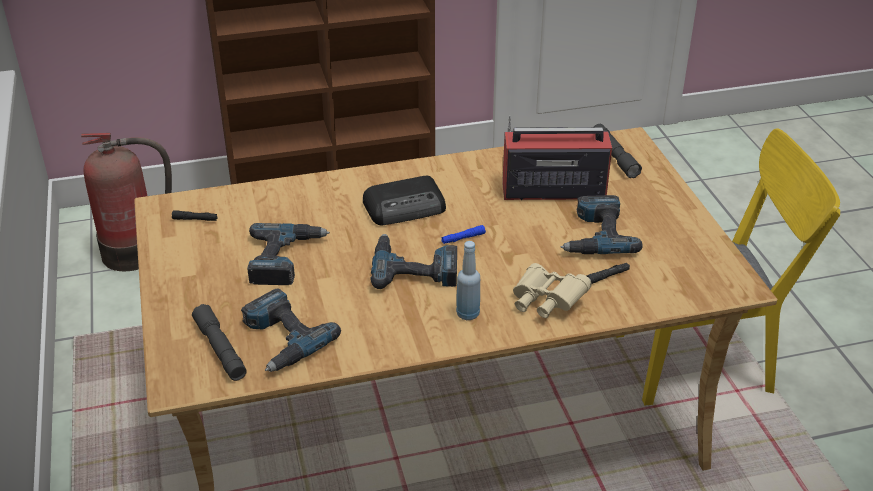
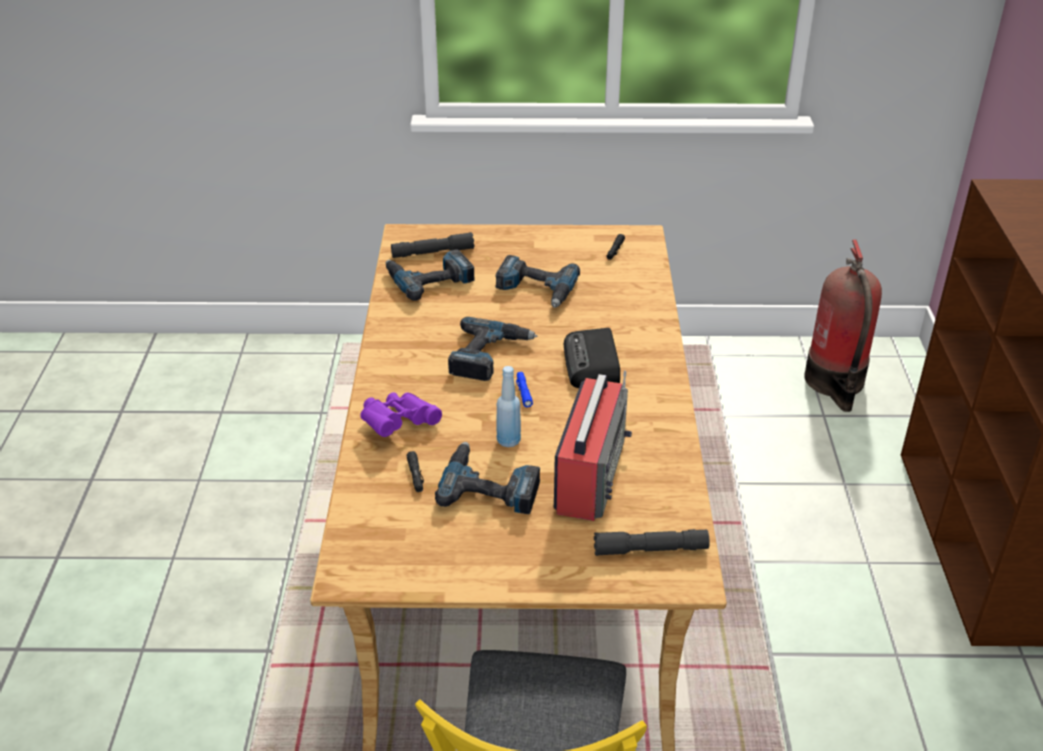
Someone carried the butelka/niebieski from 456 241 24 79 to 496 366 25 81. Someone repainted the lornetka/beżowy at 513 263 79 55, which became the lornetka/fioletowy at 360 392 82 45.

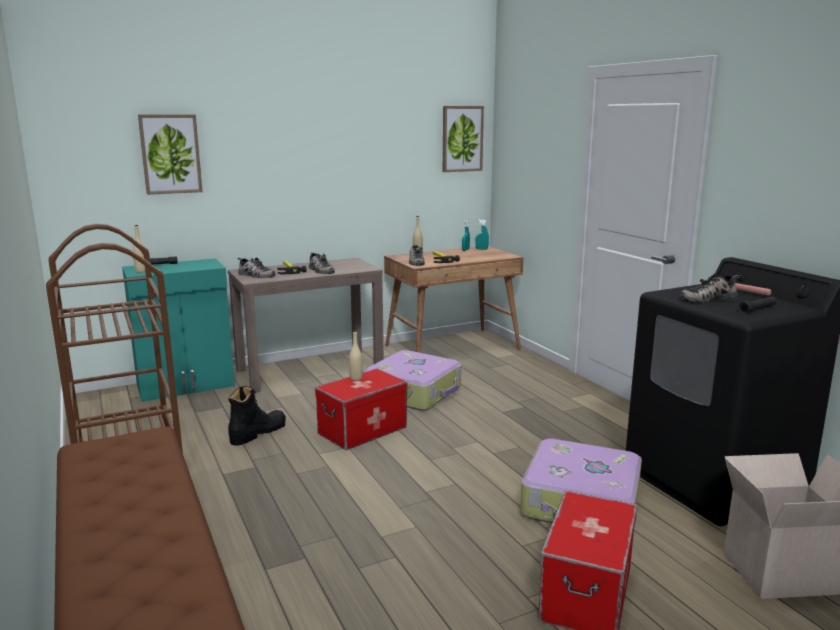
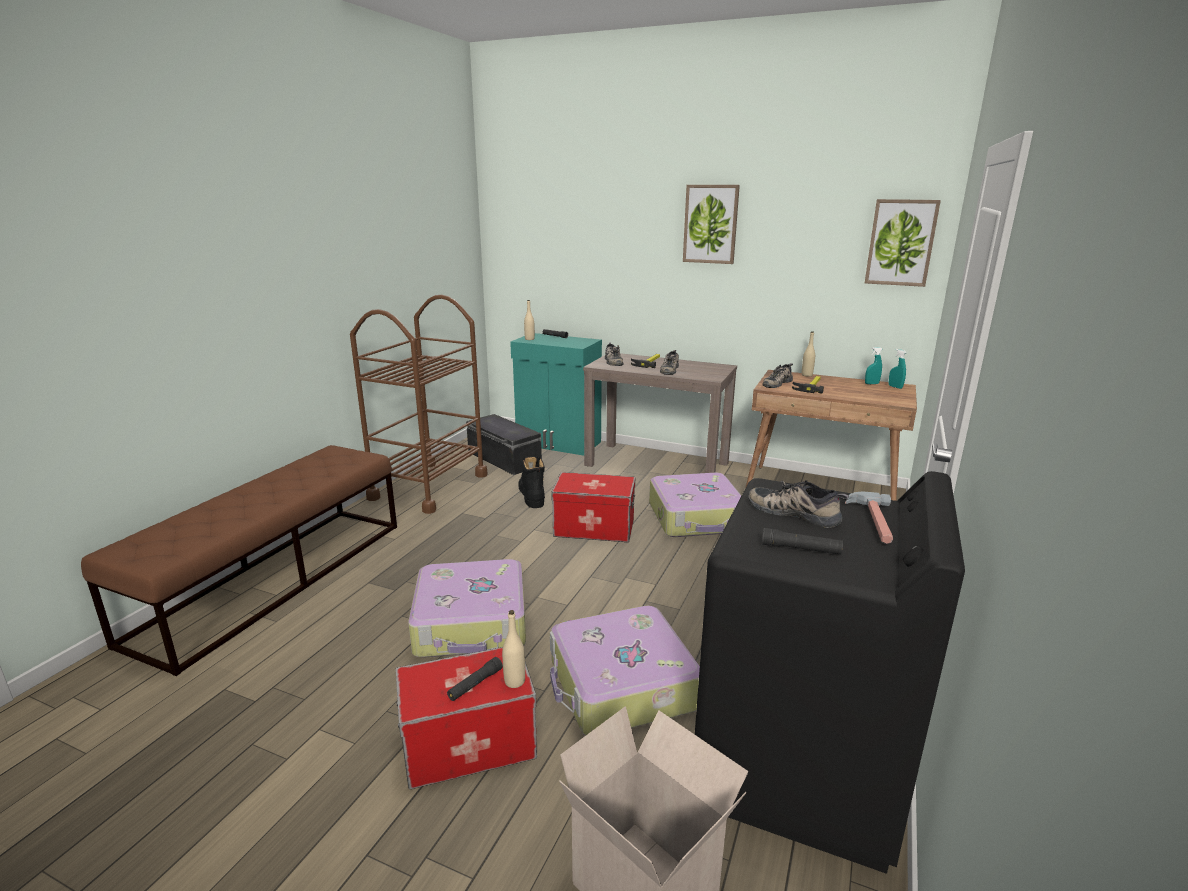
Someone carried the obraz from 138 115 65 80 to 683 185 57 79. Someone rotated the but z cholewką/czarny at 228 386 58 59 by 105 degrees counterclockwise. Someone carried the butelka/beżowy from 349 330 14 50 to 502 610 23 78. Someone put down the walizka at 408 559 118 98. Someone put down the latarka/czarny at 447 657 56 44. Someone put down the pojemnik do przechowywania/czarny at 466 414 76 61.

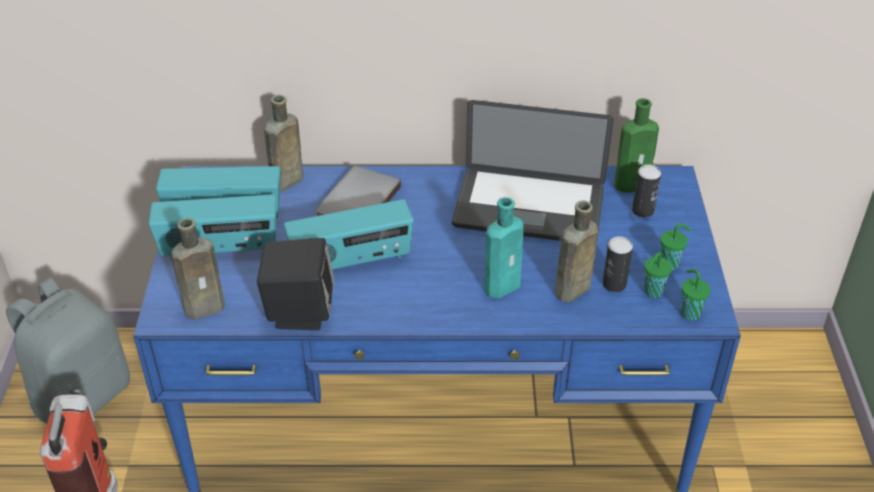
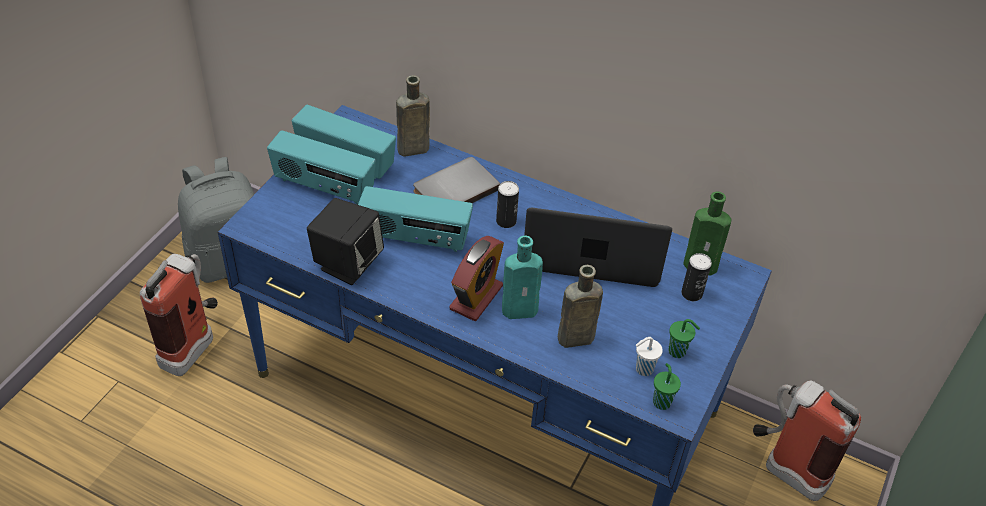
Someone took away the butelka/brązowy at 171 218 54 102. Someone rotated the laptop at 452 100 162 141 by 150 degrees clockwise. Someone carried the puszka from 603 236 30 56 to 496 181 23 47. Someone repainted the filiżanka/zielony at 644 252 28 46, which became the filiżanka/biały at 636 337 27 39. Someone put down the budzik at 449 236 55 85. Someone put down the gaśnica at 753 380 108 121.

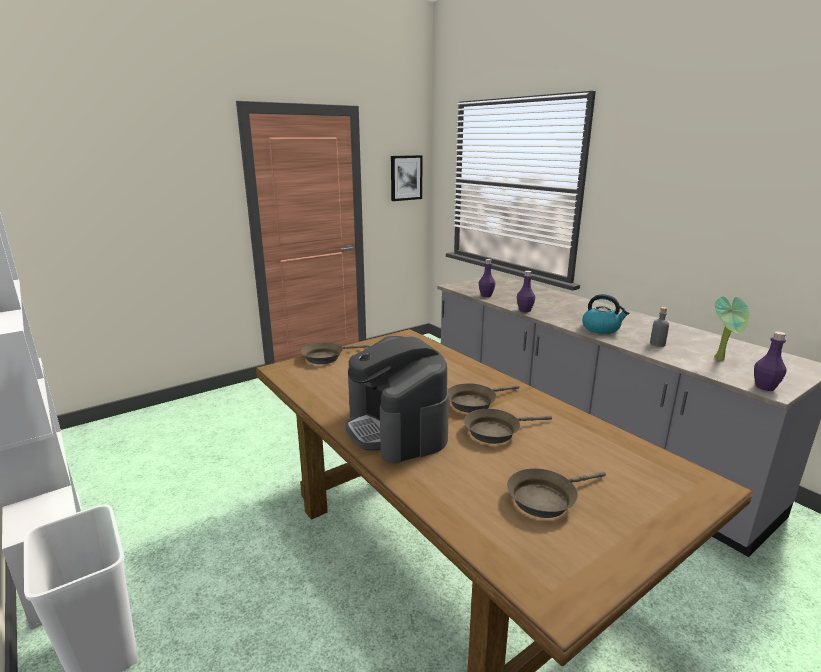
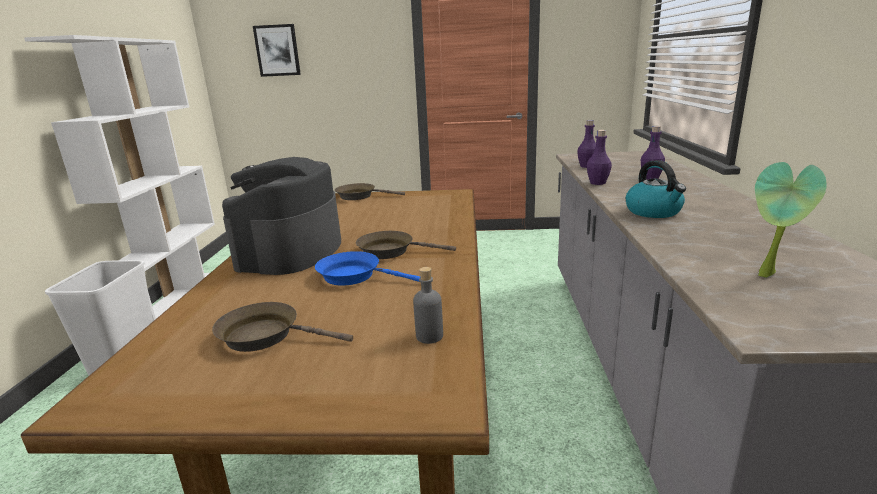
Someone carried the obraz from 391 155 32 46 to 253 24 48 53. Someone repainted the patelnia/brązowy at 464 409 88 35, which became the patelnia/niebieski at 315 251 105 35. Someone carried the butelka/szary from 650 307 19 40 to 413 267 30 77. Someone carried the butelka/fioletowy from 754 332 33 59 to 641 126 24 54.

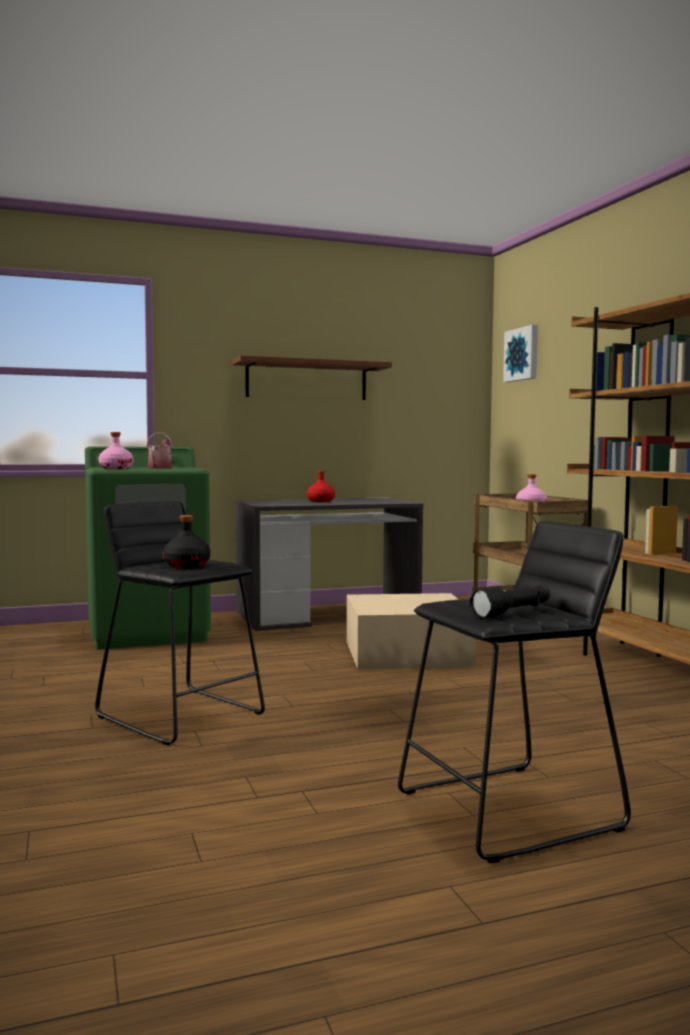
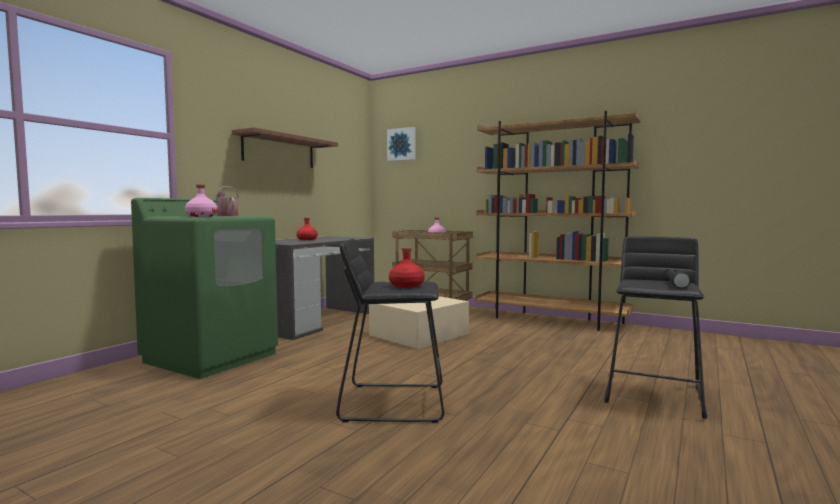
Someone repainted the butelka/czarny at 163 515 48 53, which became the butelka/czerwony at 389 247 36 41.

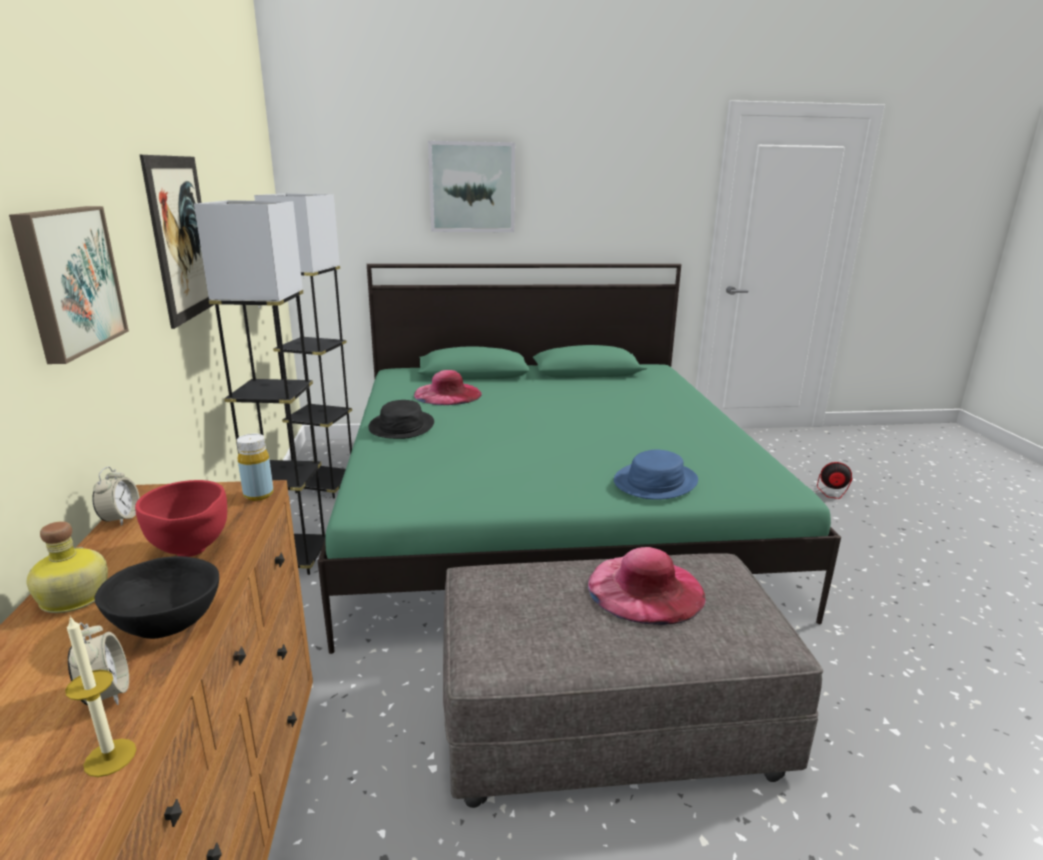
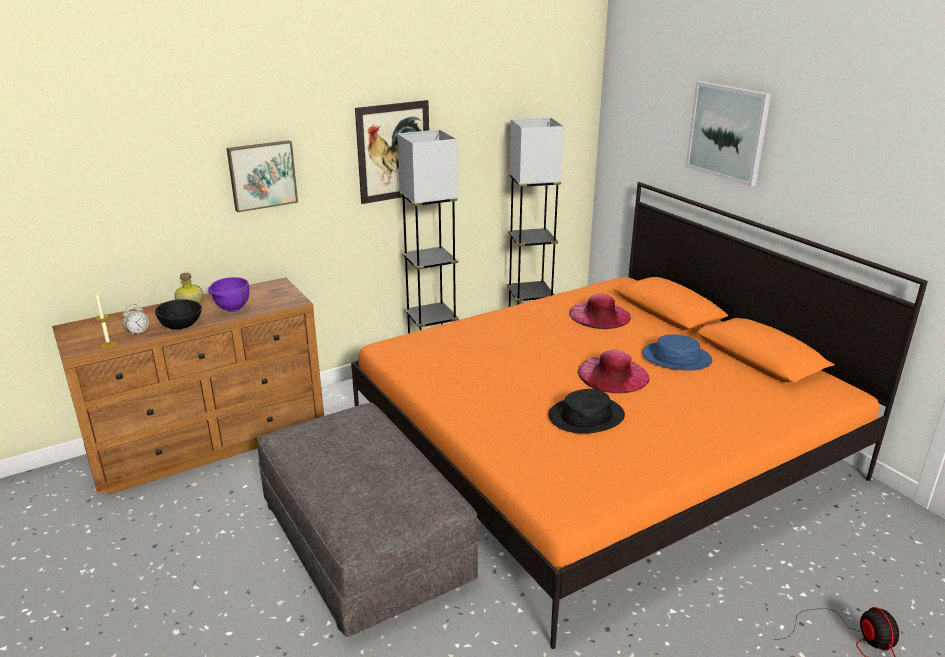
Someone took away the budzik at 92 466 48 60. Someone repainted the miska/czerwony at 135 480 92 77, which became the miska/fioletowy at 208 277 41 35. Someone took away the butelka/żółty at 237 434 37 67. Someone repainted the łóżko/zielony at 318 264 523 390, which became the łóżko/pomarańczowy at 351 182 577 467. Someone carried the kapelusz/czarny from 368 400 66 39 to 548 389 77 45. Someone carried the kapelusz/różowy from 588 547 118 78 to 577 350 73 44. Someone carried the kapelusz/niebieski from 614 449 84 51 to 642 335 70 36.

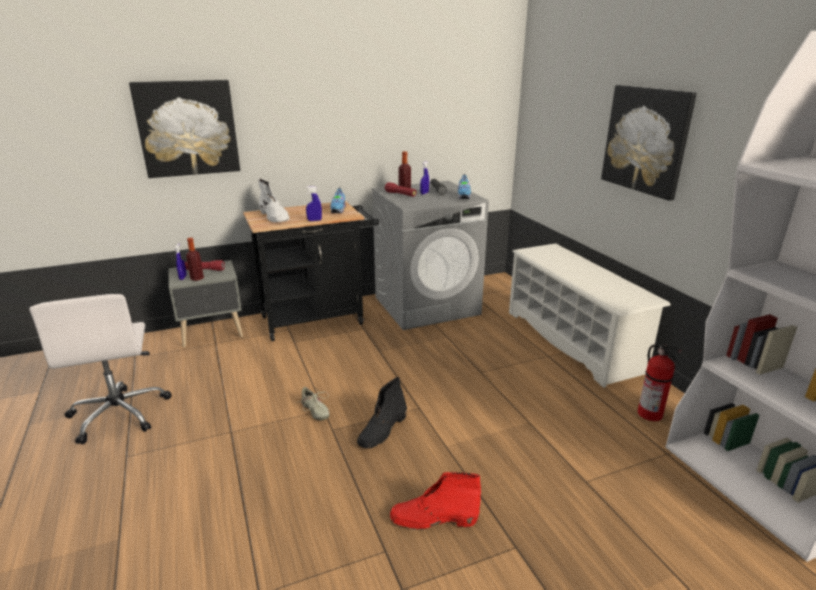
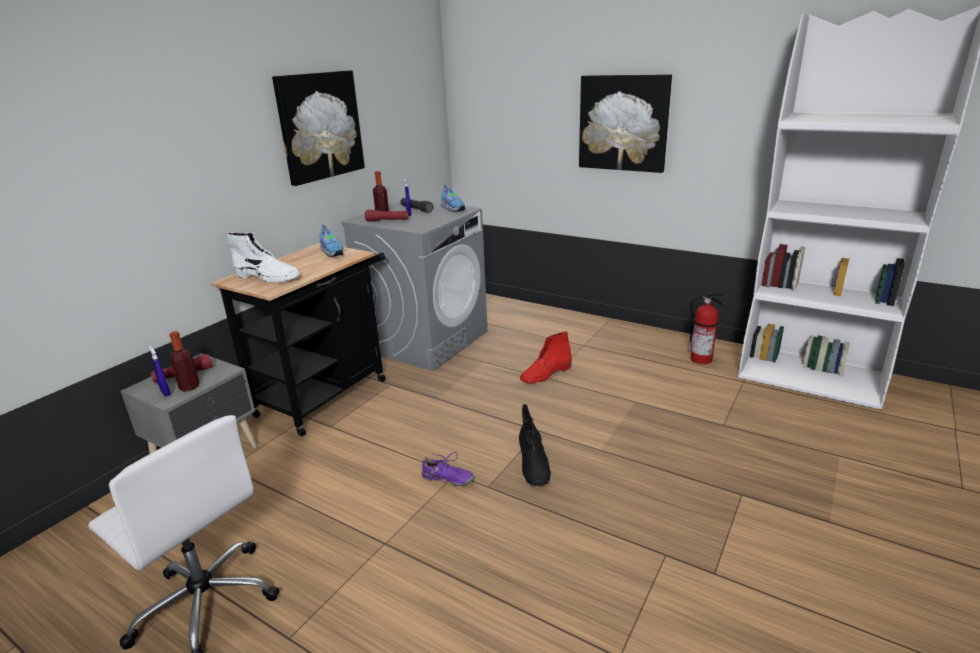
Someone carried the obraz from 129 80 111 98 to 272 70 93 116. Someone repainted the but/beżowy at 296 387 34 34, which became the but/fioletowy at 422 452 52 34. Someone took away the spryskiwacz/niebieski at 306 186 16 35. Someone carried the but z cholewką/czerwony from 390 472 91 58 to 520 331 52 52. Someone took away the regał na buty/biały at 509 243 162 145.

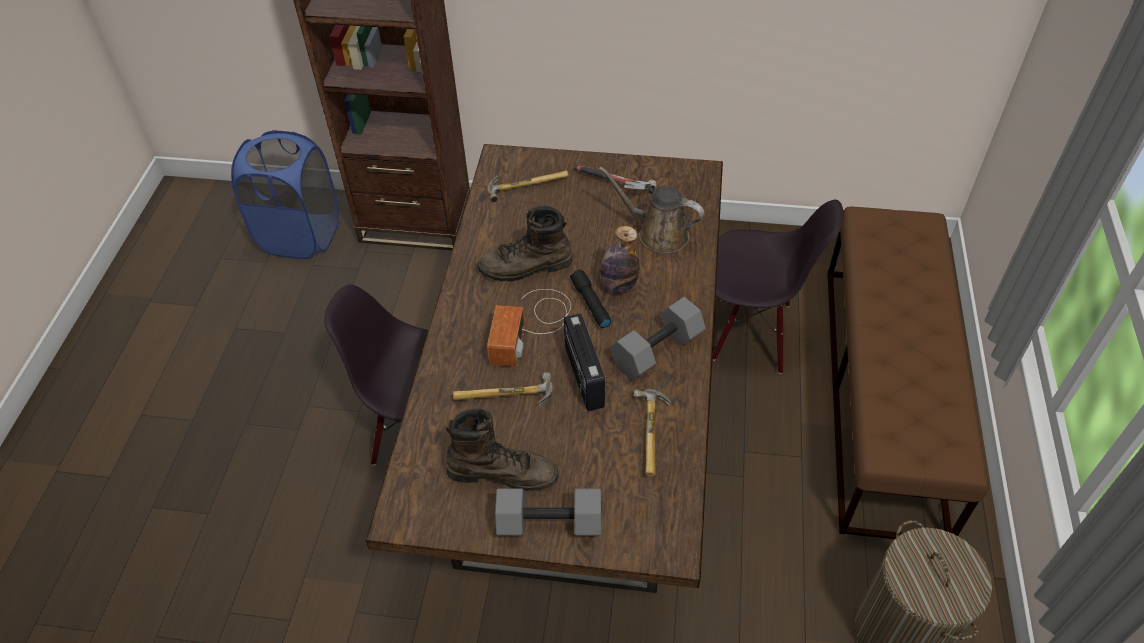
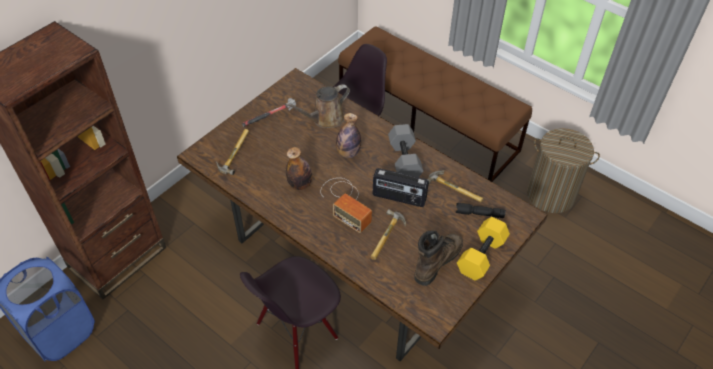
Someone swapped the but z cholewką/brązowy at 478 206 94 76 for the butelka at 286 147 26 43. Someone repainted the hantel/szary at 495 488 106 48, which became the hantel/żółty at 457 217 53 63. Someone carried the latarka/czarny from 570 270 41 58 to 456 203 49 15.

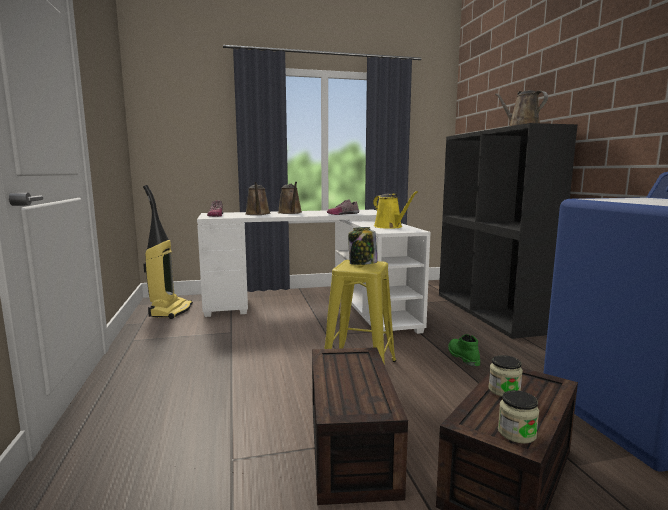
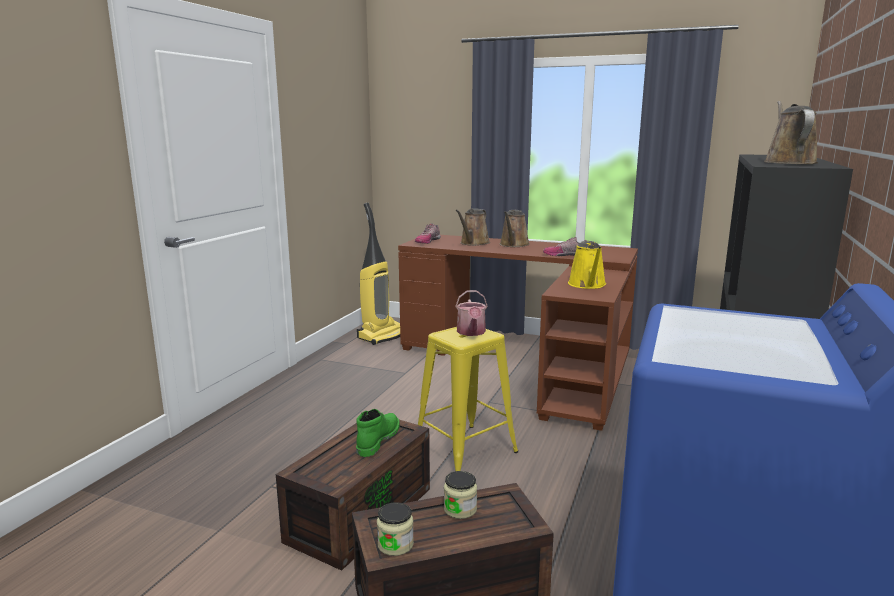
Someone repainted the biurko/biały at 197 210 234 124, which became the biurko/brązowy at 398 235 240 196. Someone swapped the słoik at 348 227 29 38 for the konewka at 455 290 33 46. Someone carried the but z cholewką/zielony from 448 334 32 32 to 356 409 44 48.

